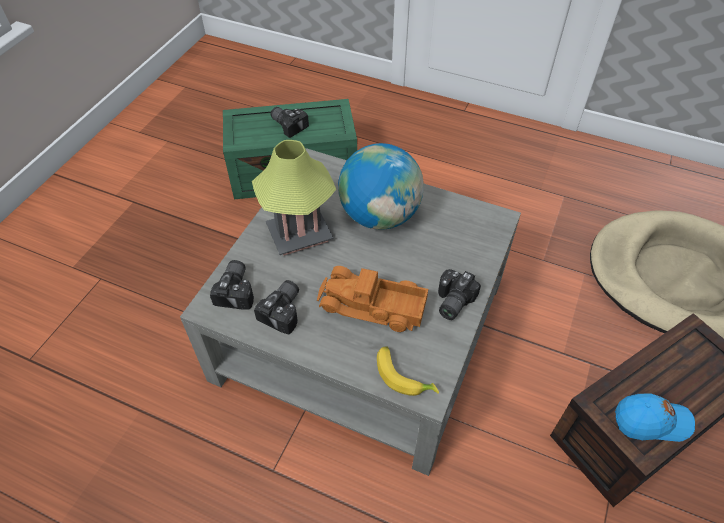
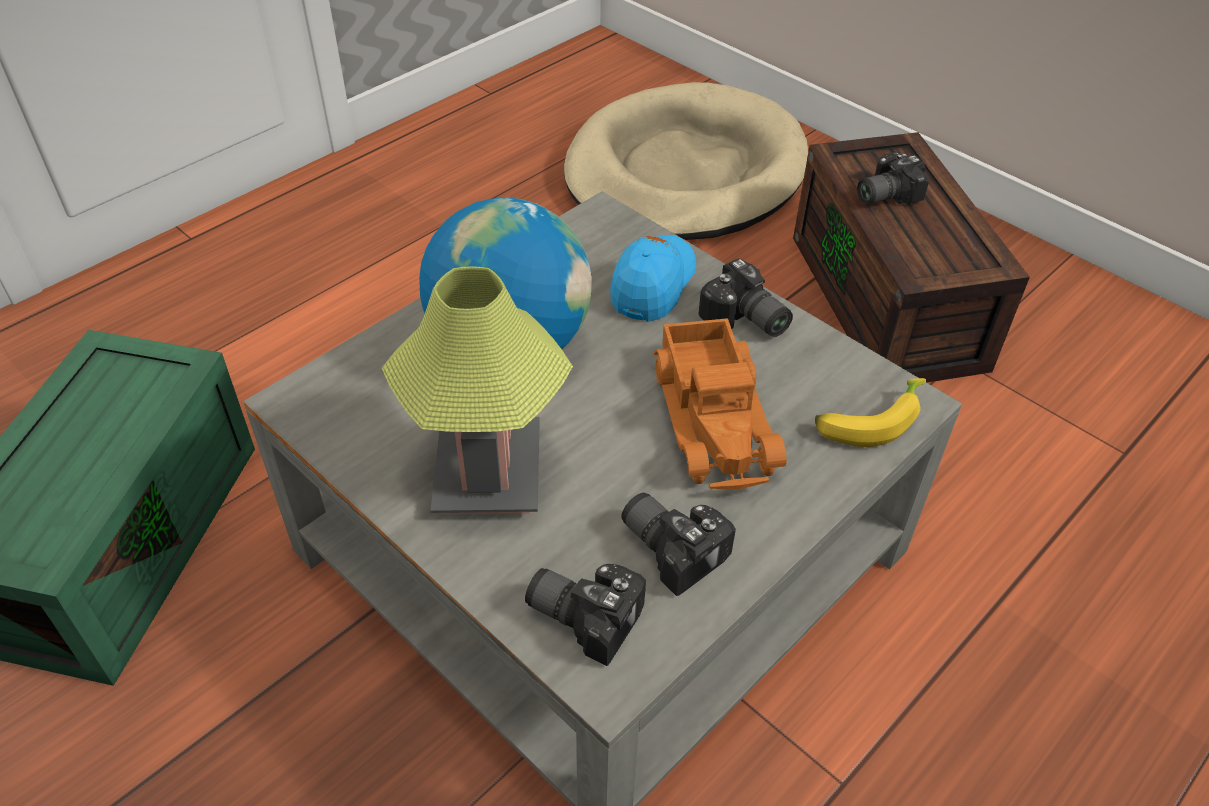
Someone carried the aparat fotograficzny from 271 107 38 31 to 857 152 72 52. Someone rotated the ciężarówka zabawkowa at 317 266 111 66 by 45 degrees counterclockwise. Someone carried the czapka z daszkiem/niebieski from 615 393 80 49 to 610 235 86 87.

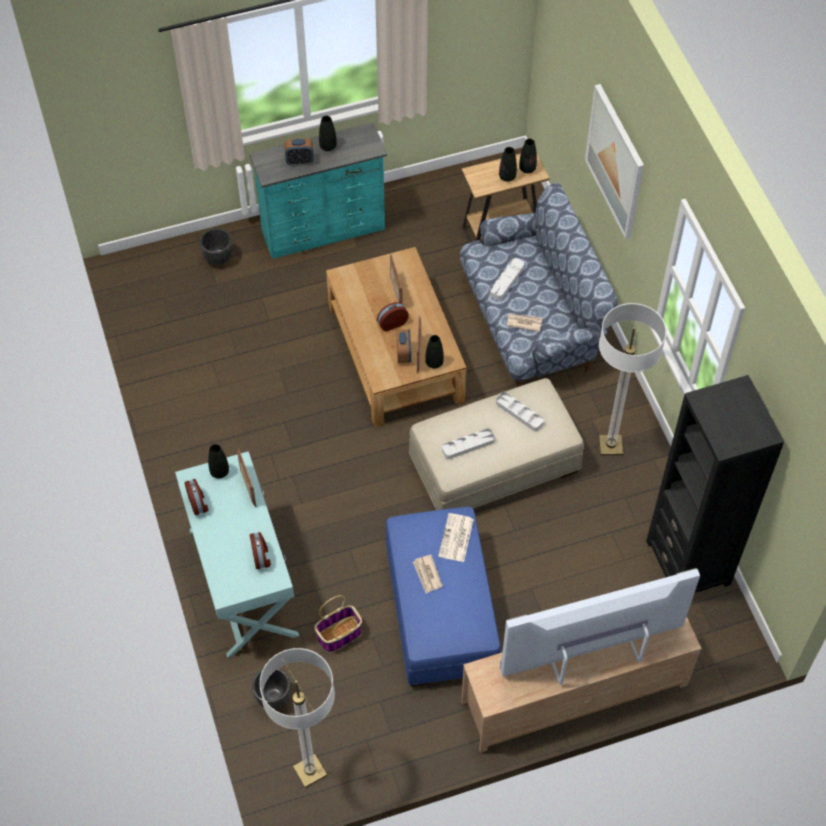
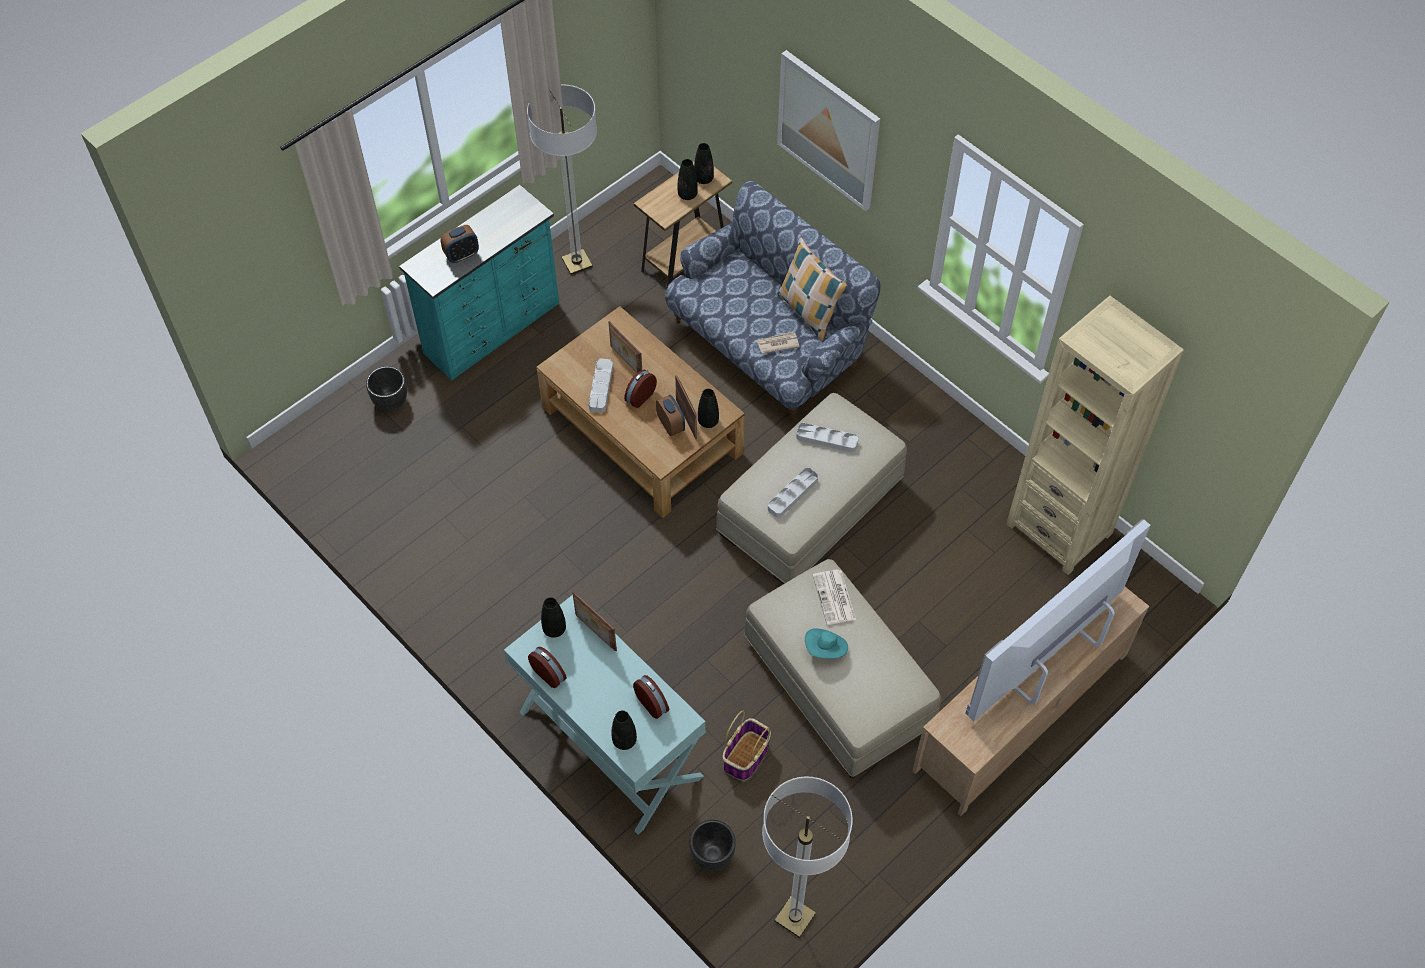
Someone carried the wazon/czarny from 319 116 18 35 to 611 711 26 39. Someone repainted the pufa/niebieski at 385 507 116 179, which became the pufa/beżowy at 744 559 197 219. Someone swapped the gazeta at 413 555 30 38 for the kapelusz/turkusowy at 805 628 43 31. Someone carried the taca/szary from 490 258 34 42 to 589 359 24 54. Someone carried the lampa stojąca from 599 303 67 152 to 527 84 70 191. Someone repainted the regał/czarny at 646 375 138 218, which became the regał/beżowy at 1006 296 178 279. Someone put down the poduszka at 777 237 70 104.

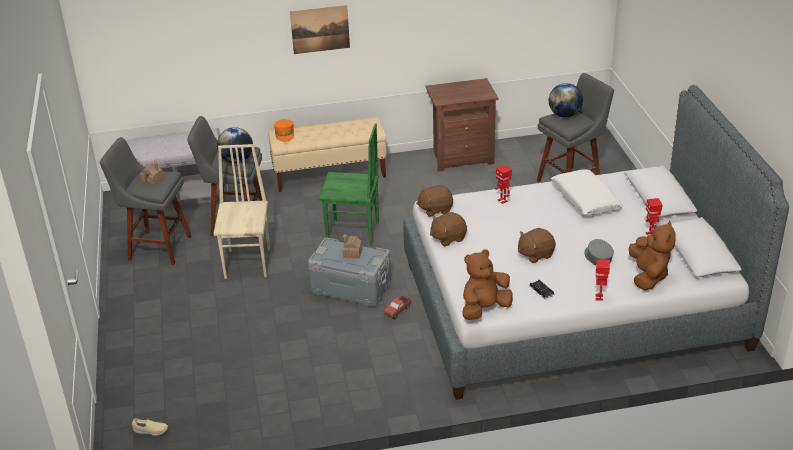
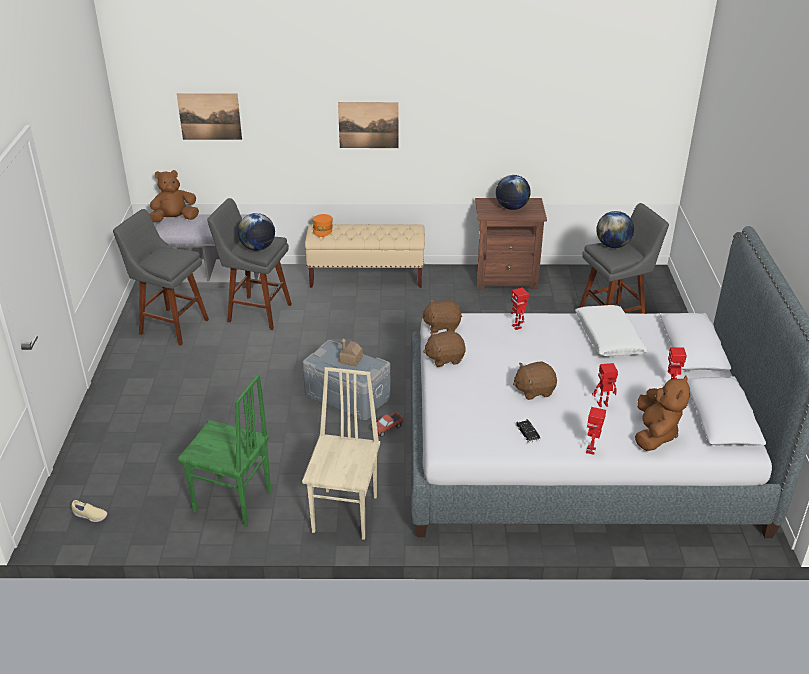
Someone took away the domek at 140 160 24 25. Someone carried the krzesło/beżowy from 213 144 57 135 to 302 367 78 173. Someone carried the krzesło/zielony from 318 123 61 123 to 177 374 94 153. Someone carried the pluszak/brązowy from 462 249 51 71 to 149 170 50 52. Someone swapped the czapka z daszkiem/szary at 585 239 29 26 for the robot zabawkowy at 592 363 26 44. Someone put up the obraz at 177 93 65 47. Someone put down the globus at 496 175 35 35.

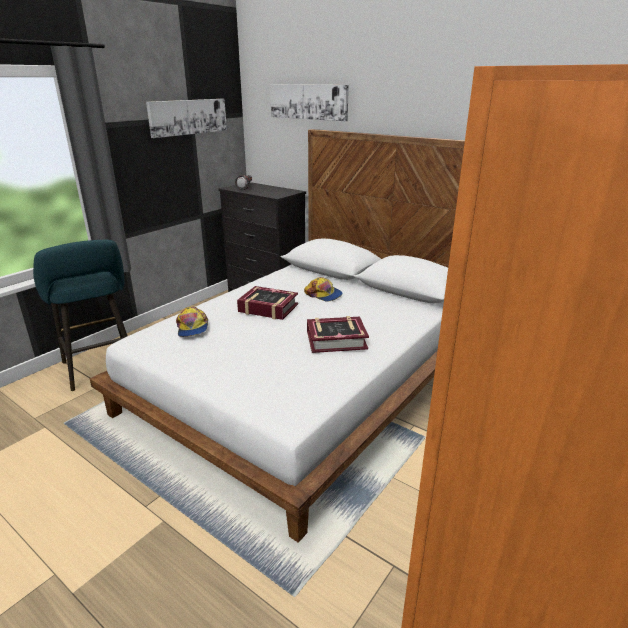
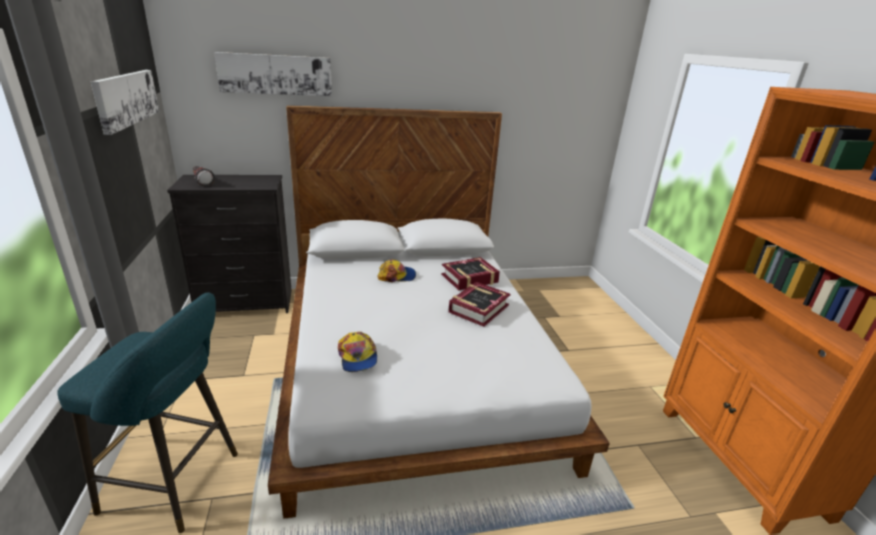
Someone rotated the czapka z daszkiem at 176 306 32 31 by 45 degrees clockwise. Someone carried the książka from 237 286 61 34 to 441 257 59 33.

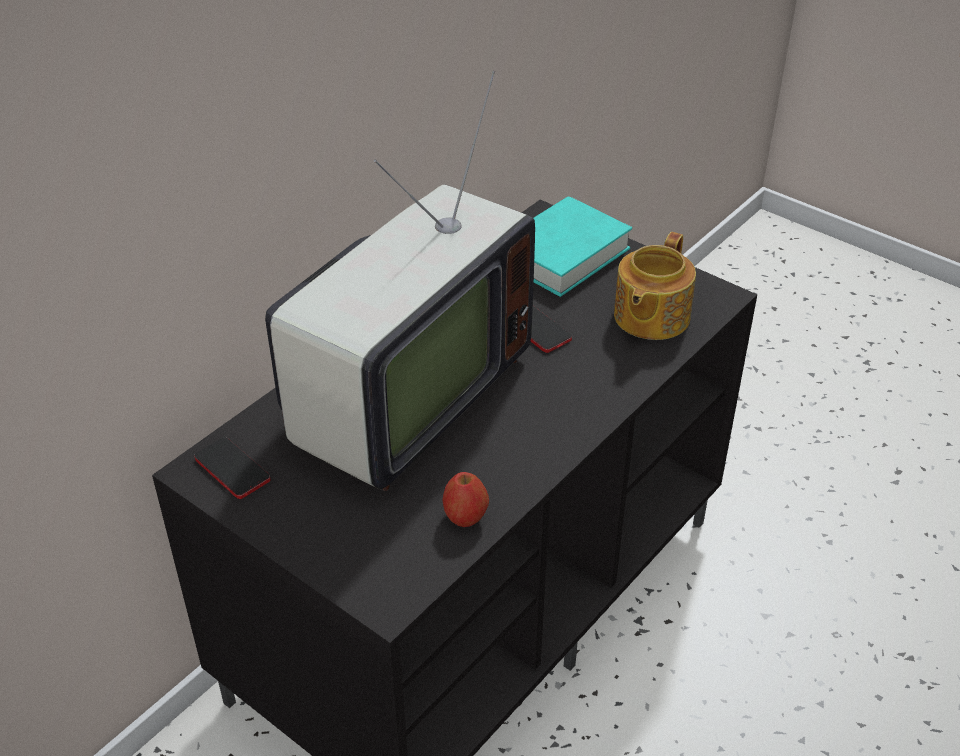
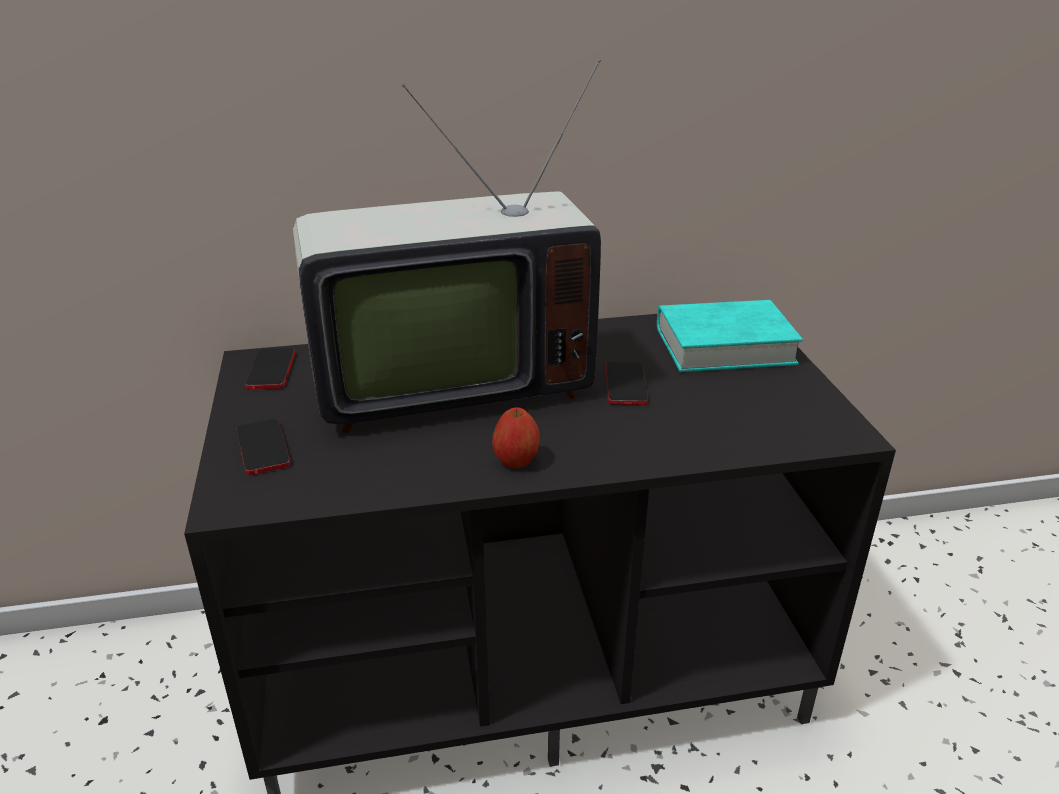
Someone carried the jabłko from 442 472 47 55 to 492 407 48 61. Someone took away the imbryk at 614 232 82 108. Someone put down the telefon at 237 419 53 56.

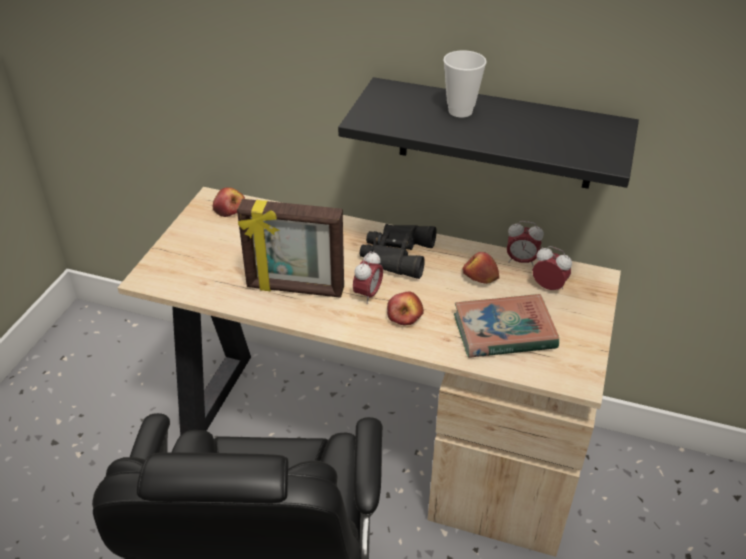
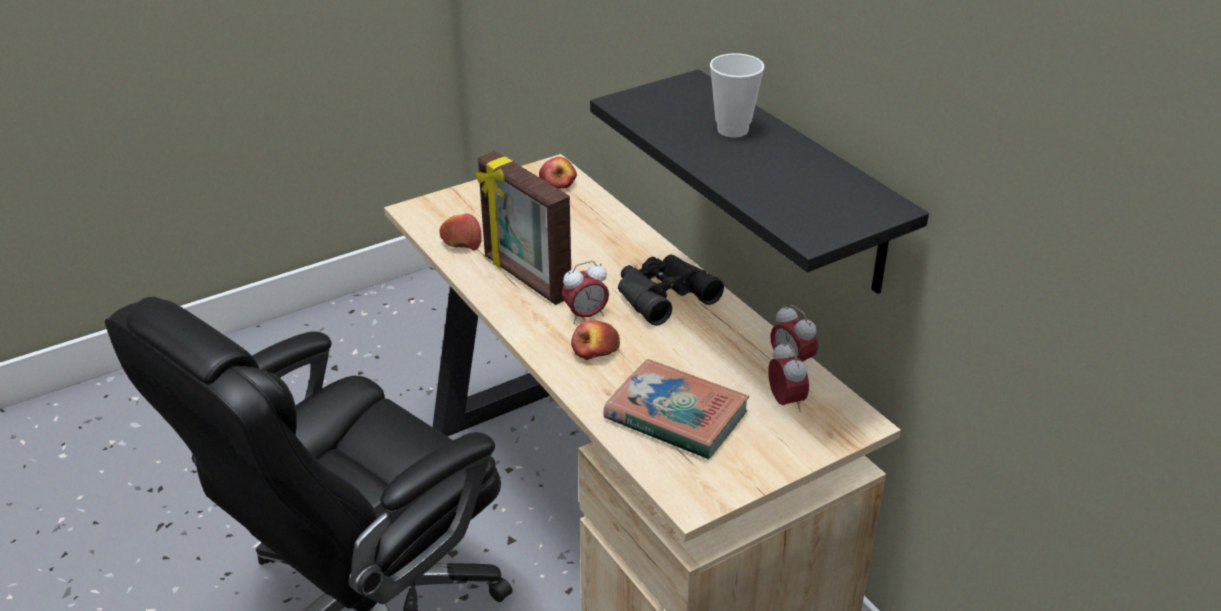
Someone carried the jabłko from 463 252 36 32 to 440 214 42 37.

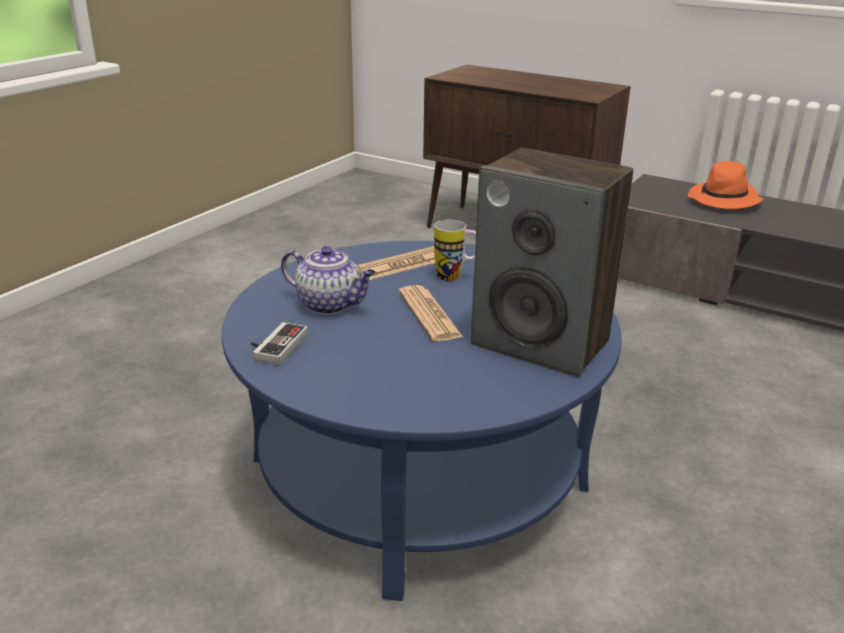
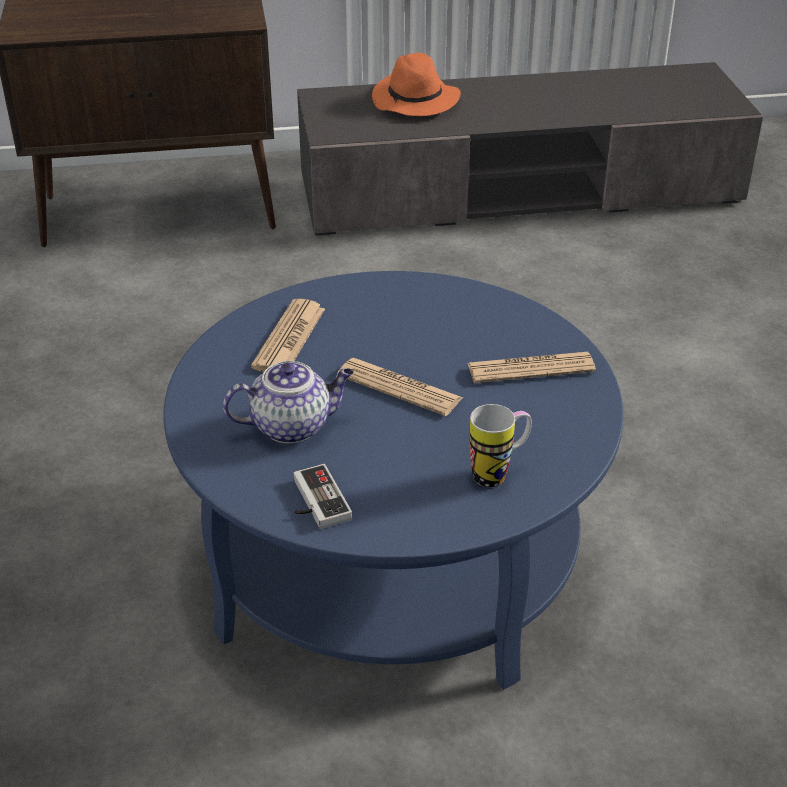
Someone carried the kubek from 434 220 42 61 to 470 404 62 83. Someone swapped the głośnik at 471 148 162 229 for the gazeta at 467 352 129 31.

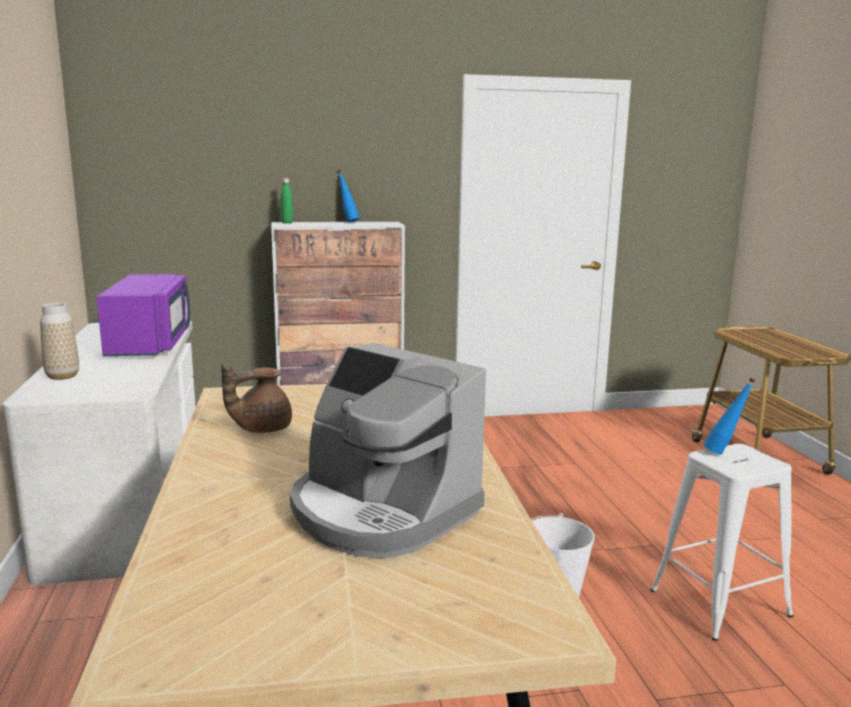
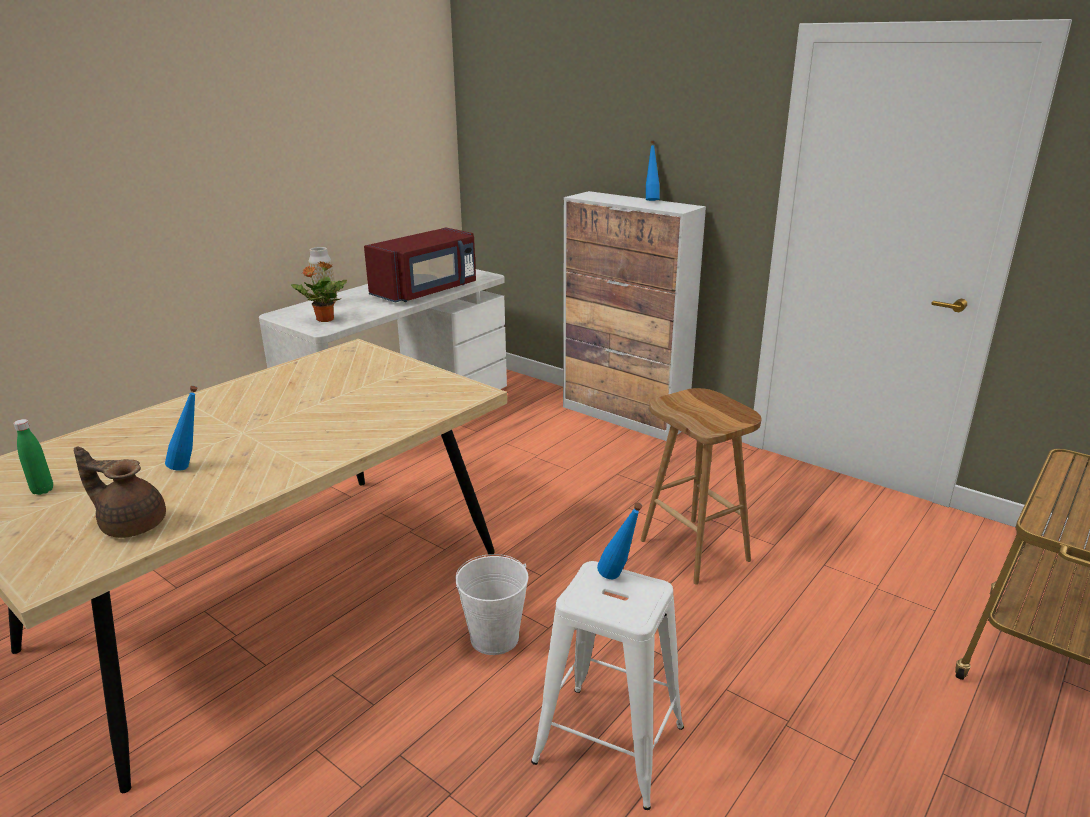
Someone repainted the mikrofalówka/fioletowy at 97 274 93 82, which became the mikrofalówka/czerwony at 364 228 112 74. Someone carried the imbryk/brązowy from 221 365 71 68 to 74 447 92 91. Someone carried the butelka/zielony from 281 178 12 46 to 13 419 40 76. Someone swapped the ekspres do kawy at 290 343 196 215 for the butelka/niebieski at 165 386 32 85. Someone put down the roślina doniczkowa at 291 261 56 61. Someone put down the stołek/brązowy at 641 388 120 197.

